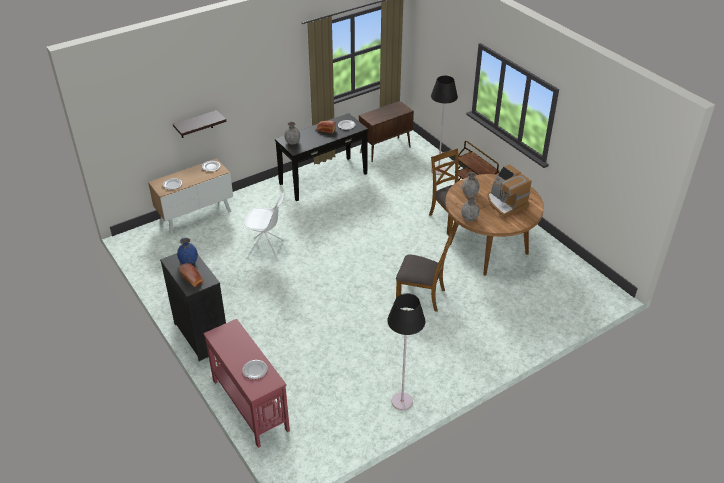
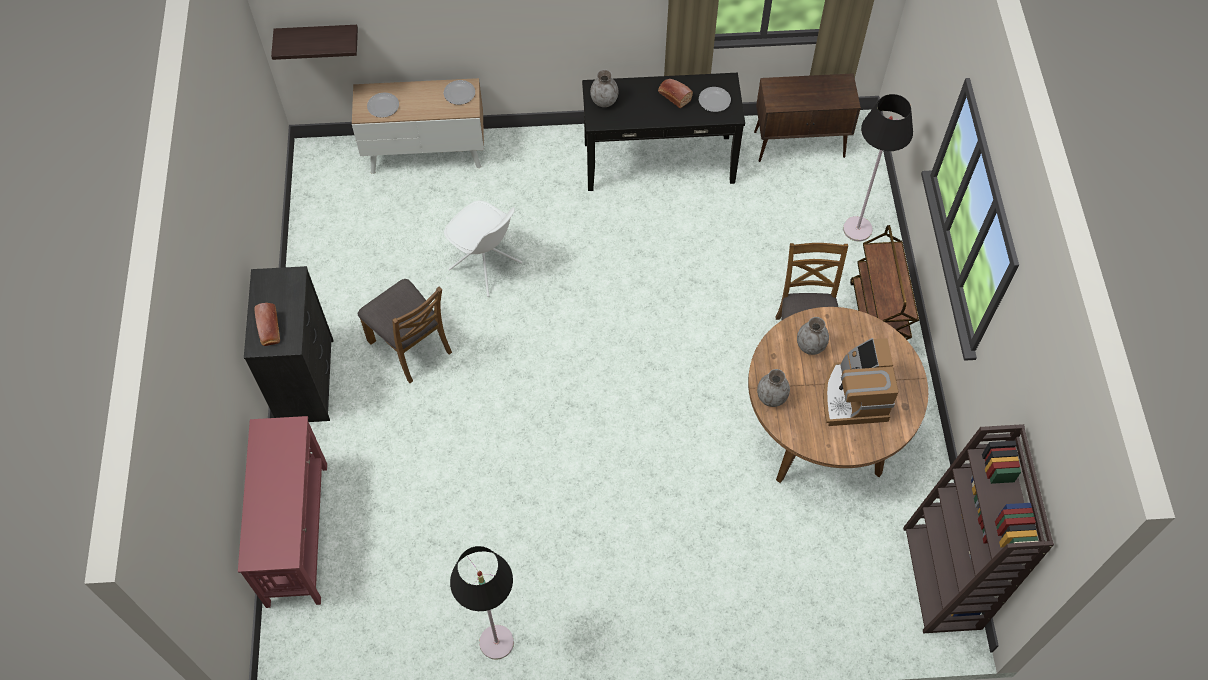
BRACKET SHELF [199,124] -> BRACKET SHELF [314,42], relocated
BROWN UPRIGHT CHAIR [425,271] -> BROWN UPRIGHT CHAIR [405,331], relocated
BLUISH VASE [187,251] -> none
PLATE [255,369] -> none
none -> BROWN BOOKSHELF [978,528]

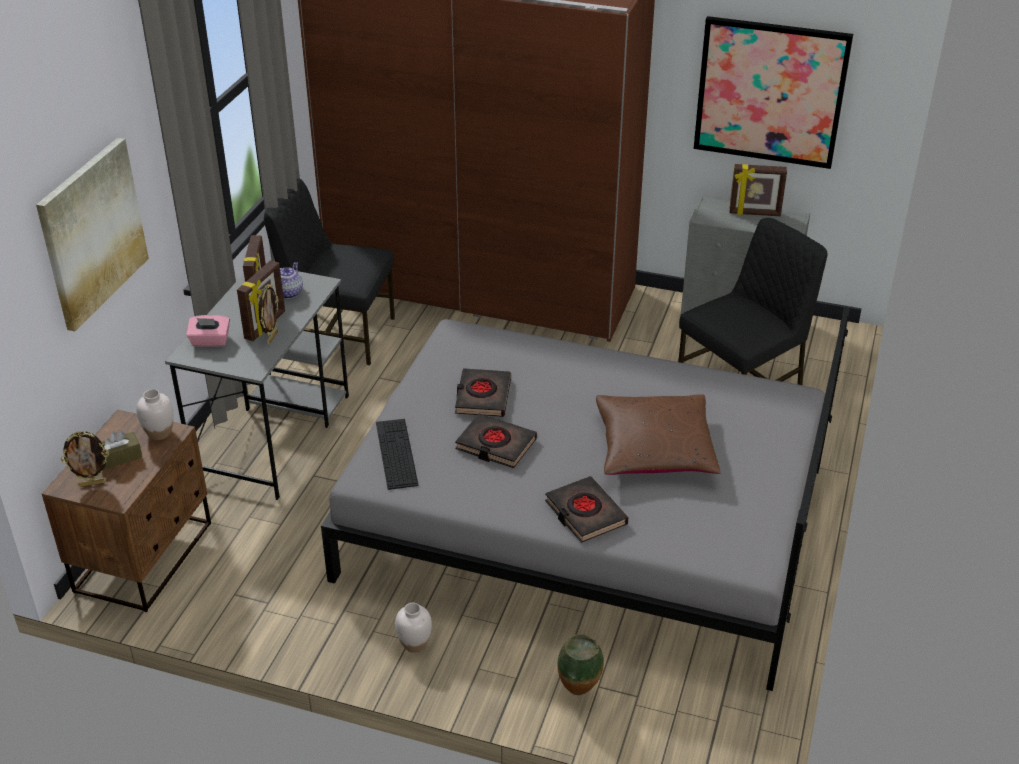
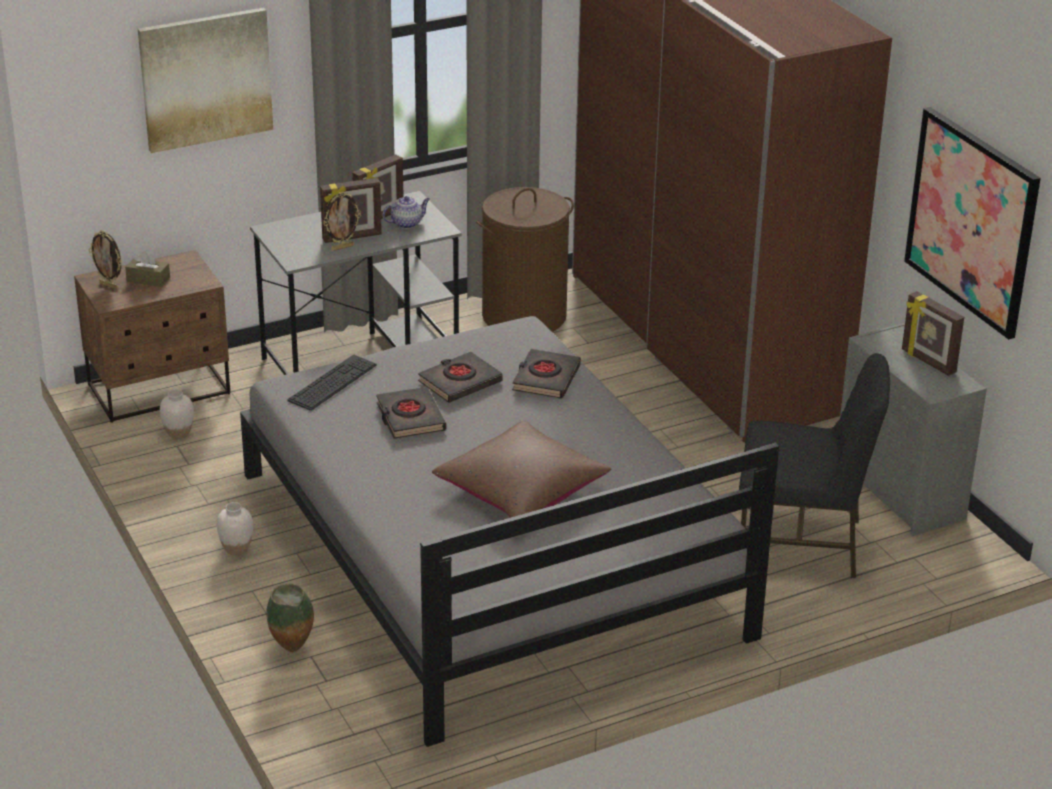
BLACKISH UPRIGHT CHAIR [329,271] -> BROWN LAUNDRY BASKET [525,259]
PINK TISSUE BOX [208,331] -> none
WHITE-COLOURED VASE [155,414] -> WHITE-COLOURED VASE [177,414], relocated
BLACKISH BOUND BOOK [586,509] -> BLACKISH BOUND BOOK [546,374], relocated

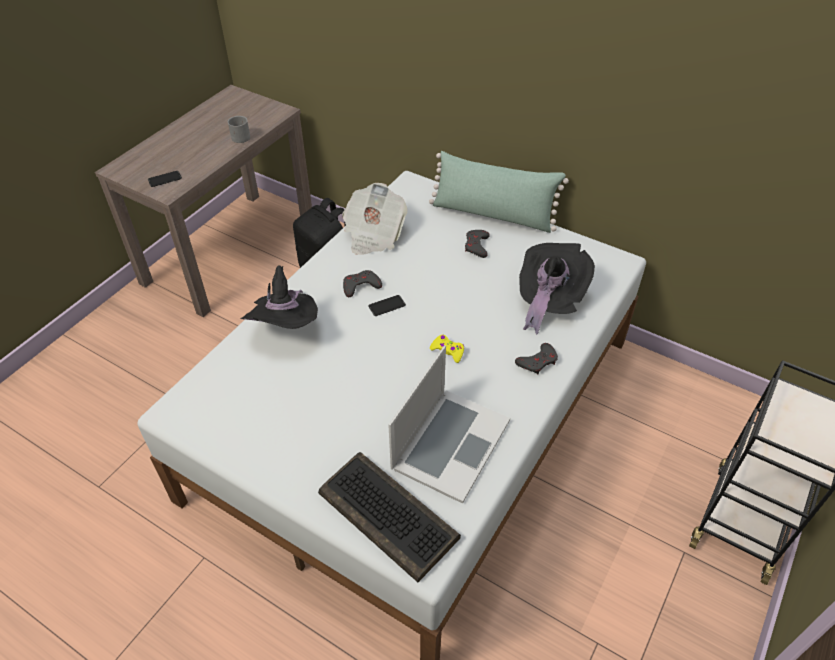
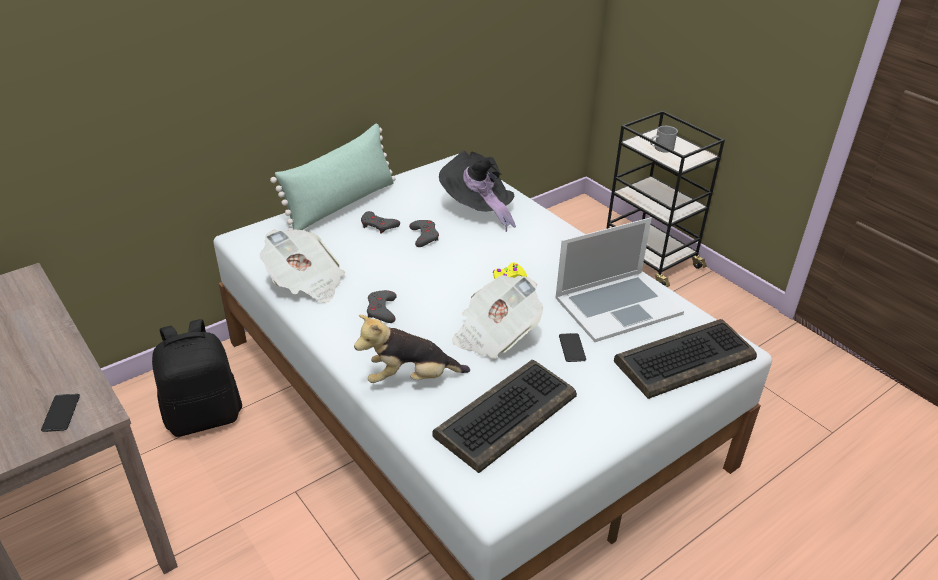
GRAY TEA MUG [239,129] -> GRAY TEA MUG [664,139], relocated
BLACKISH HAT [279,297] -> SOFT TOY [412,349]
HANDSET [387,305] -> HANDSET [572,347], relocated
GRAY GAMEPAD [536,359] -> GRAY GAMEPAD [424,233], relocated
NOTEBOOK COMPUTER [449,424] -> NOTEBOOK COMPUTER [620,279], 105 degrees clockwise
none -> DAILY PAPER [497,317]
none -> PC KEYBOARD [504,416]

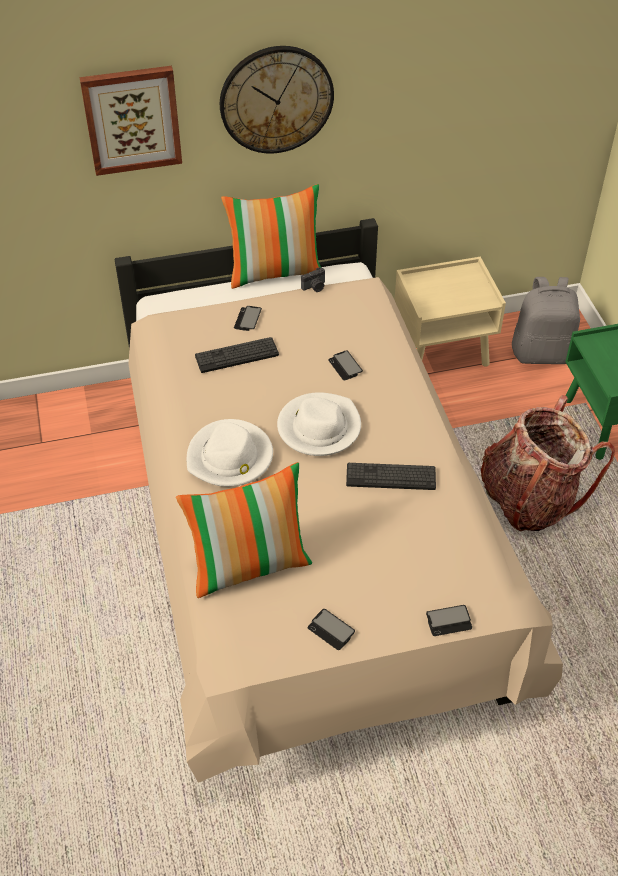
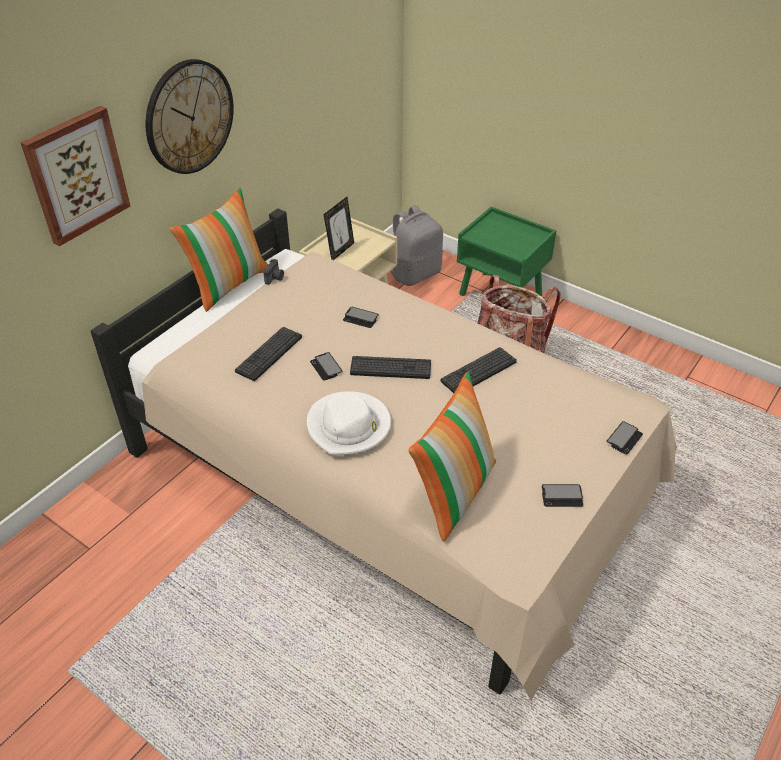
HANDSET [248,318] -> HANDSET [326,366], relocated
WHITE-COLOURED HAT [319,424] -> PC KEYBOARD [390,367]
none -> PHOTO FRAME [339,228]

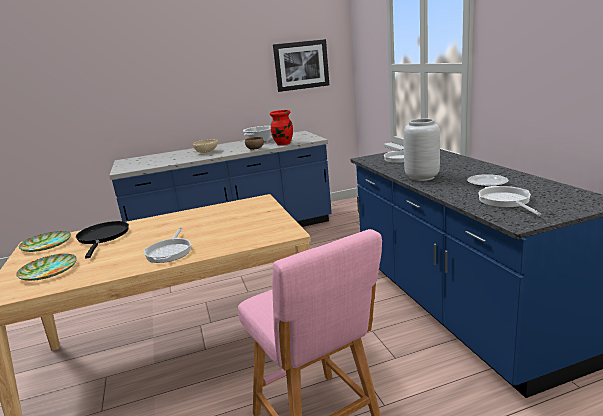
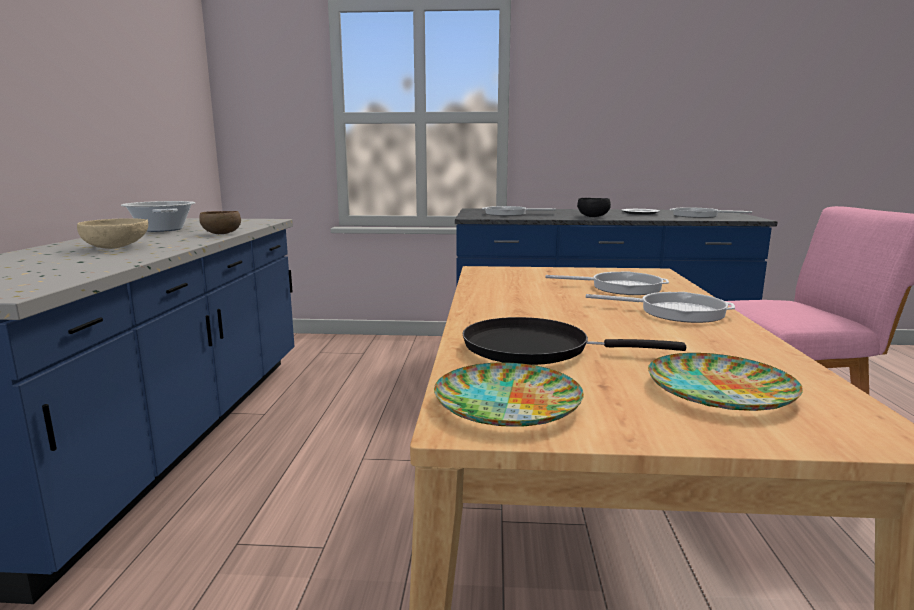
PICTURE [301,65] -> none
REDDISH VASE [281,127] -> none
GRAY VASE [422,150] -> BLACKISH SERVING BOWL [594,207]
none -> PAN [607,283]

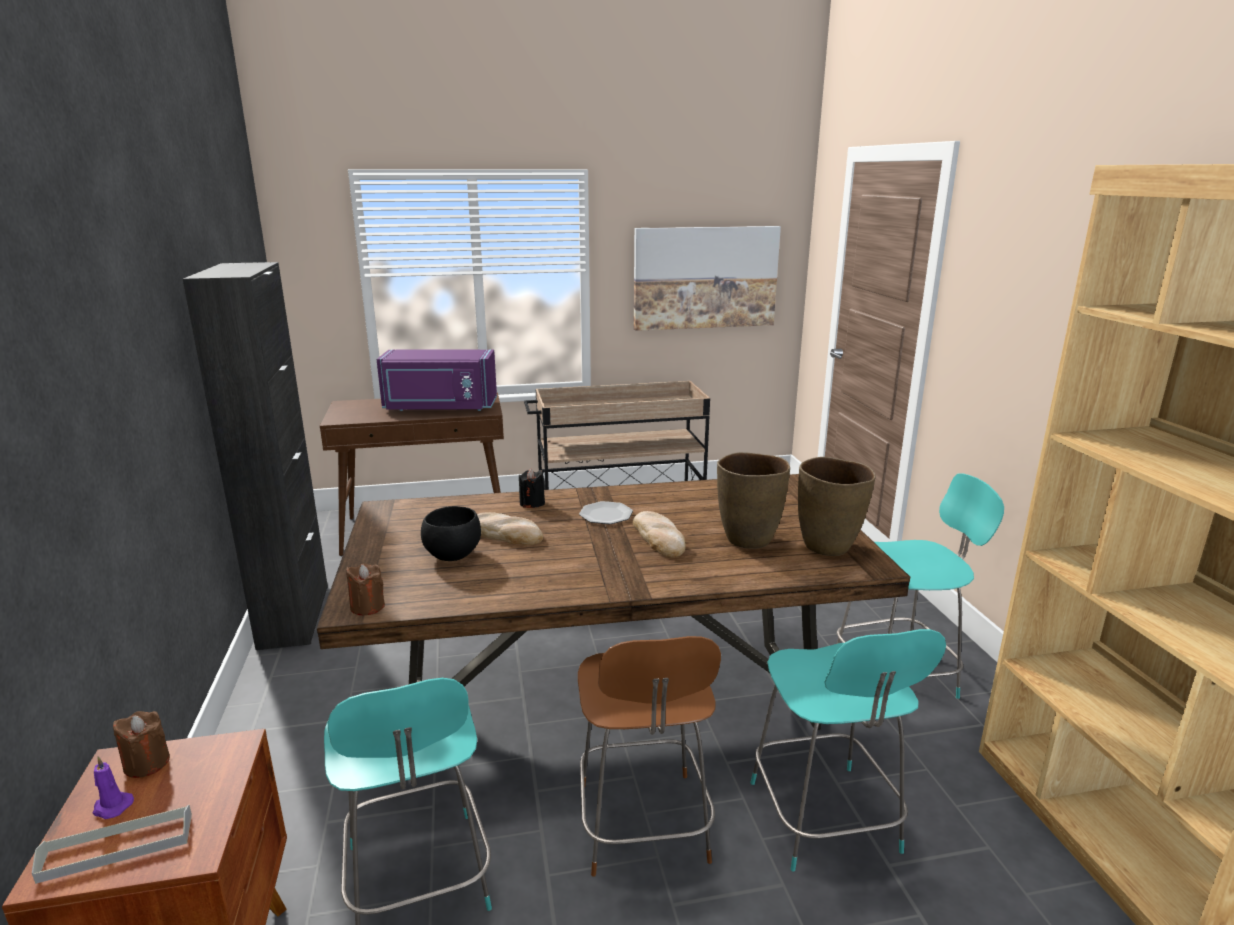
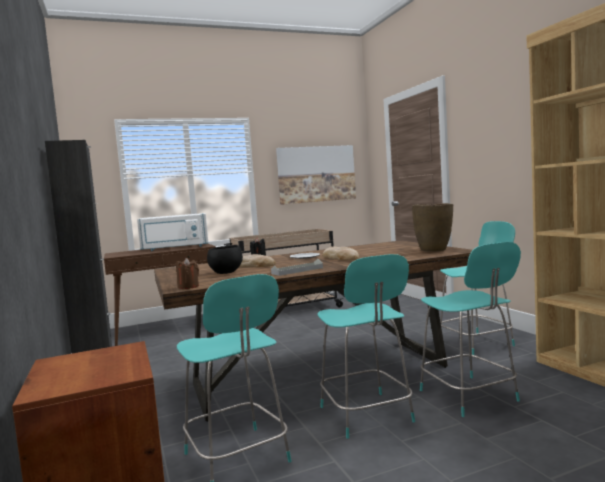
PURPLE MICROWAVE OVEN [436,380] -> WHITE-COLOURED MICROWAVE OVEN [172,232]
BROWN VASE [753,500] -> none
BROWN UPRIGHT CHAIR [649,756] -> BLUE-GREEN UPRIGHT CHAIR [366,346]
BROWN WAX CANDLE [141,744] -> none
PURPLE WAX CANDLE [113,787] -> none
GRAY CARRYING TRAY [112,844] -> GRAY CARRYING TRAY [297,267], relocated

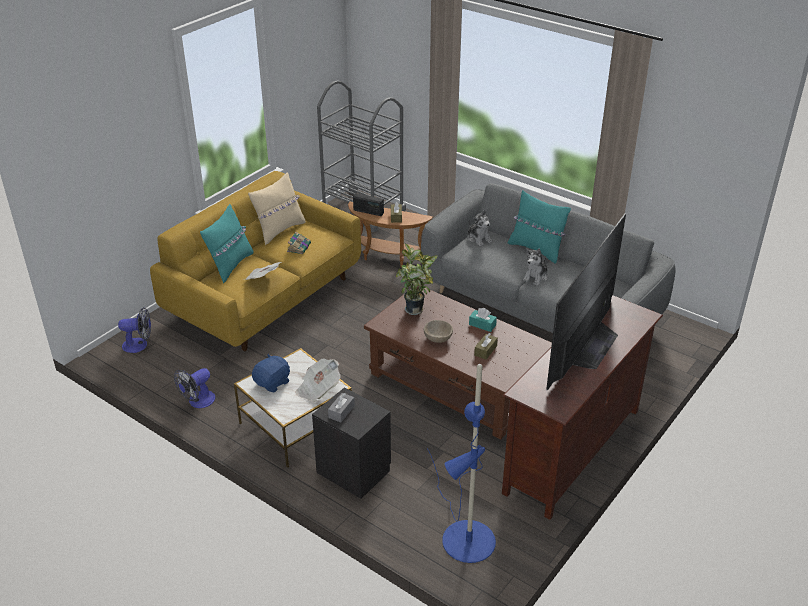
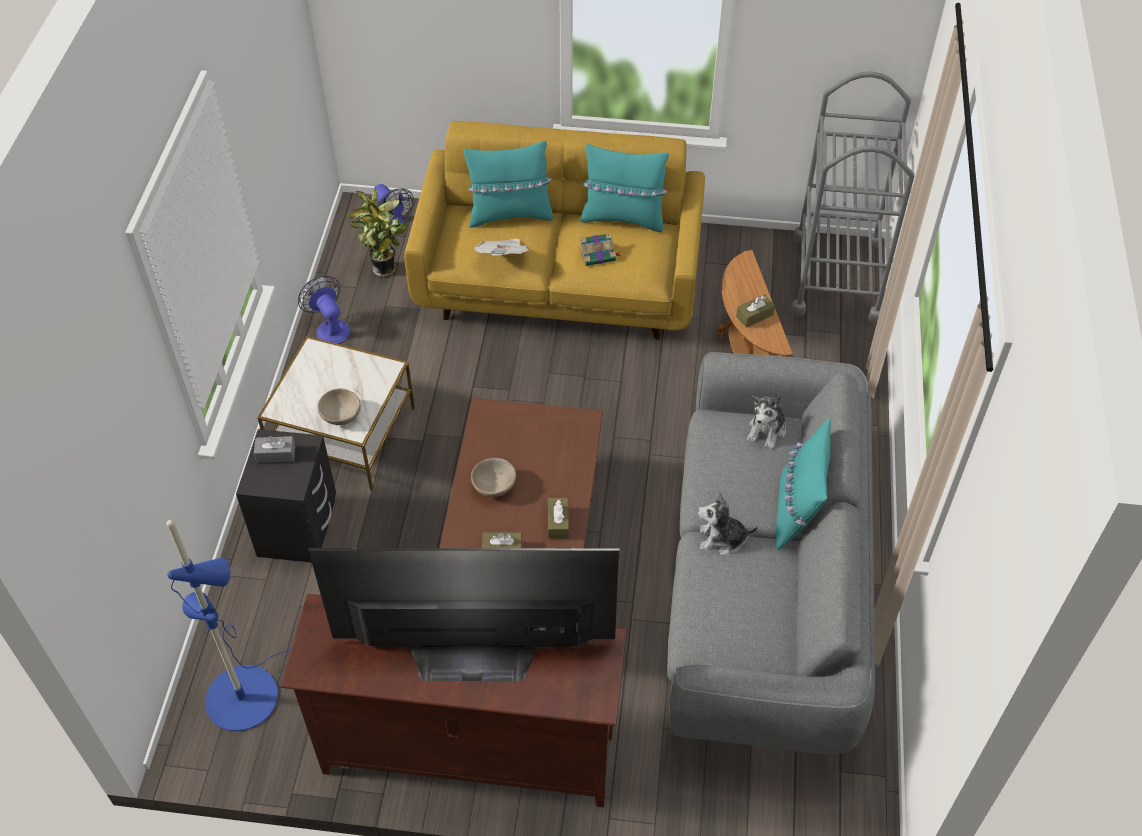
BEIGE-COLOURED CUSHION [276,209] -> BLUE-GREEN CUSHION [624,187]
RADIO [368,204] -> none
HOUSEPLANT [416,279] -> HOUSEPLANT [378,232], relocated
BLUE-GREEN TISSUE BOX [483,320] -> BROWN TISSUE BOX [558,518]
BLUISH SOFT TOY [271,373] -> none
DAILY PAPER [318,380] -> BEIGE-COLOURED SERVING BOWL [339,406]
ELECTRIC FAN [195,388] -> ELECTRIC FAN [324,310], 45 degrees clockwise

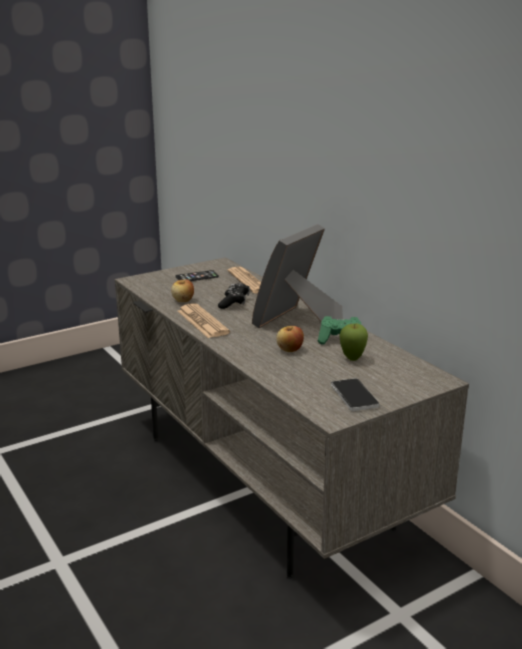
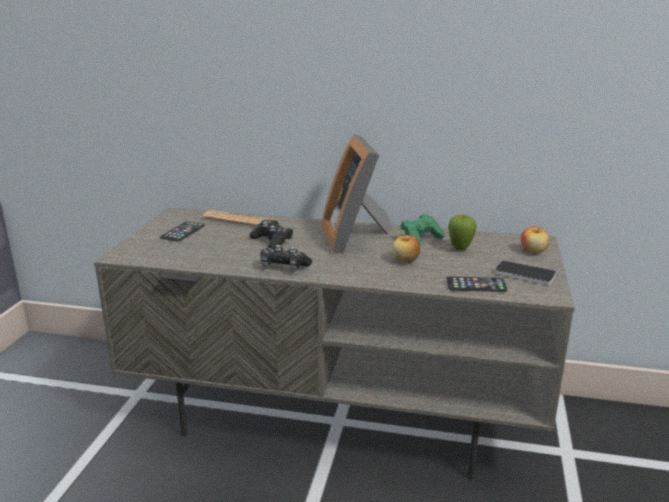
APPLE FRUIT [182,290] -> APPLE FRUIT [535,239], relocated
DAILY PAPER [204,320] -> BLACKISH GAMEPAD [286,258]
none -> HANDSET [476,284]

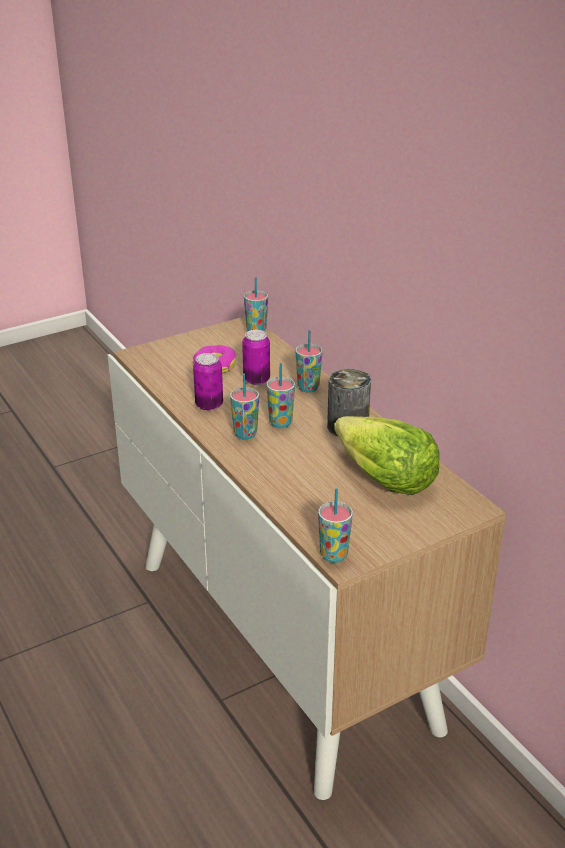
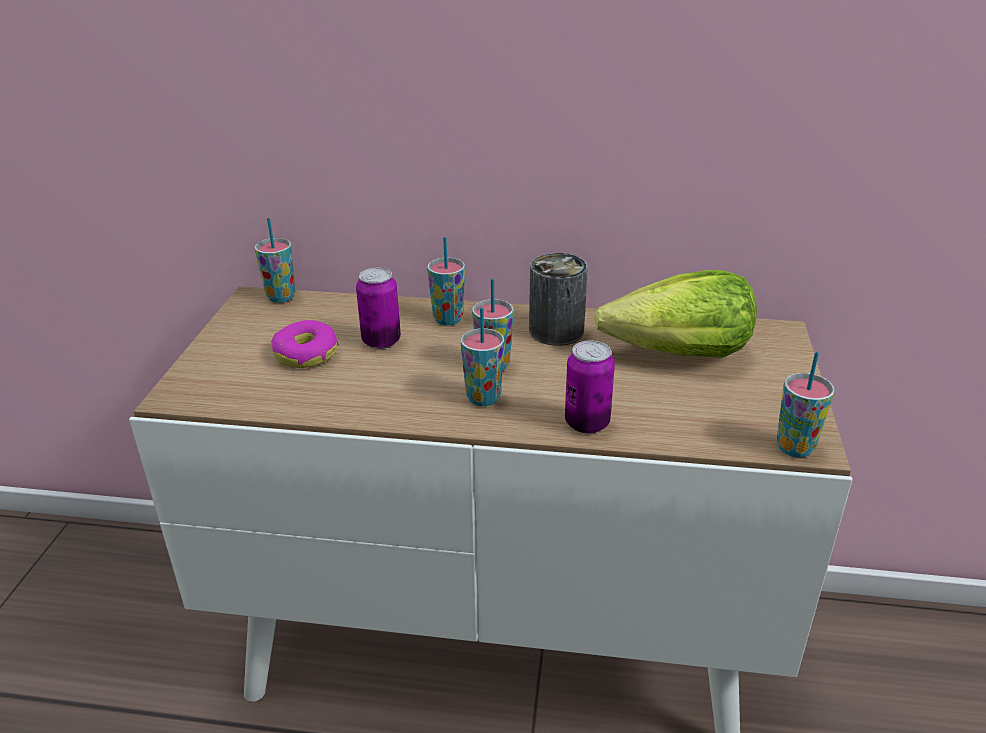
CAN [208,382] -> CAN [590,387], relocated

